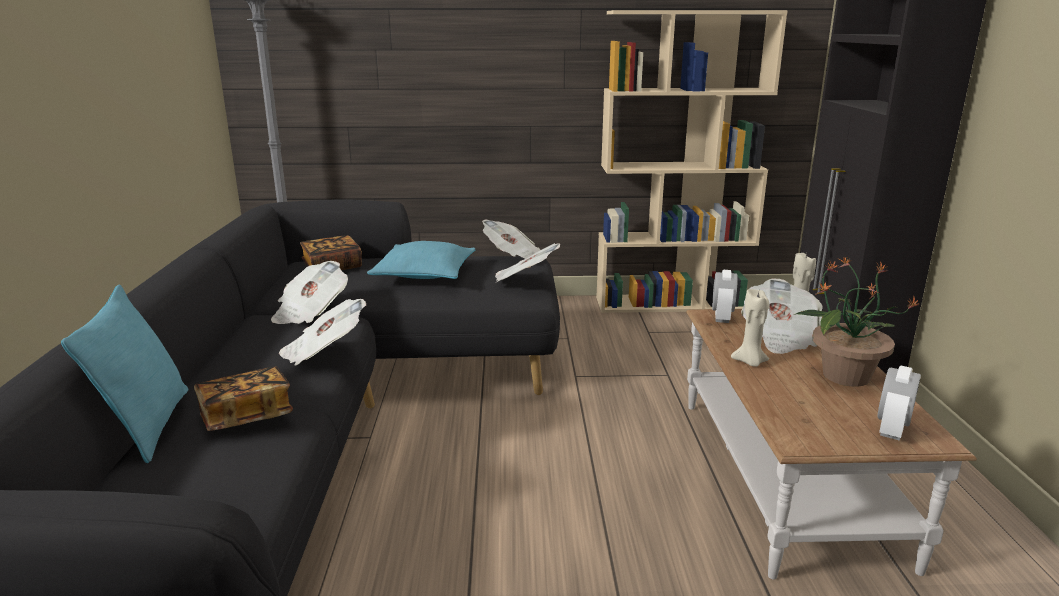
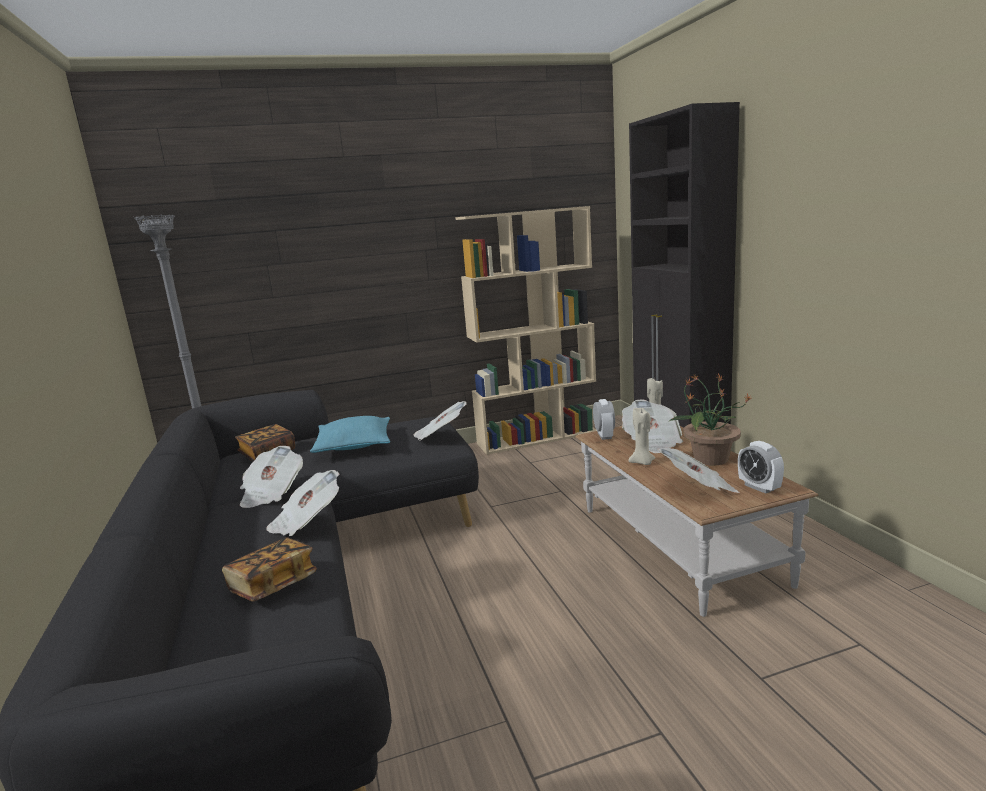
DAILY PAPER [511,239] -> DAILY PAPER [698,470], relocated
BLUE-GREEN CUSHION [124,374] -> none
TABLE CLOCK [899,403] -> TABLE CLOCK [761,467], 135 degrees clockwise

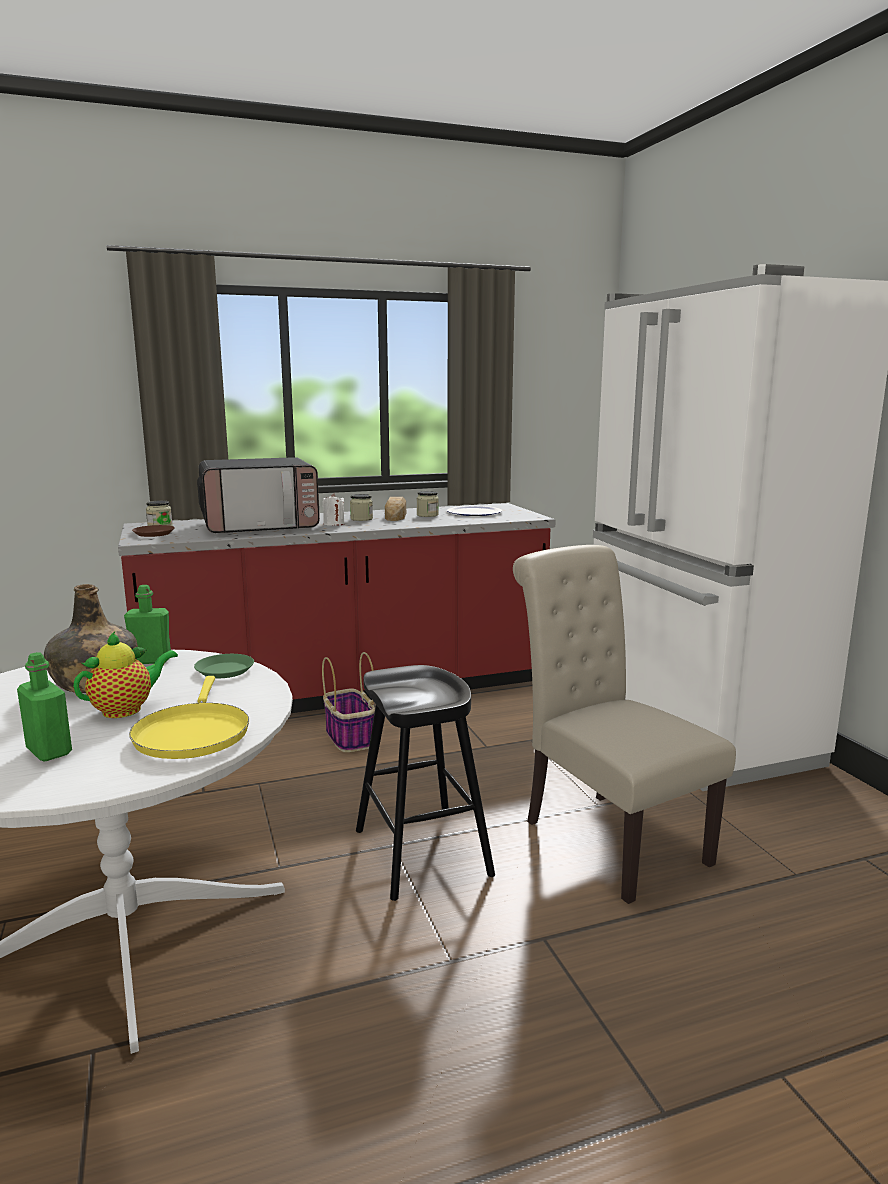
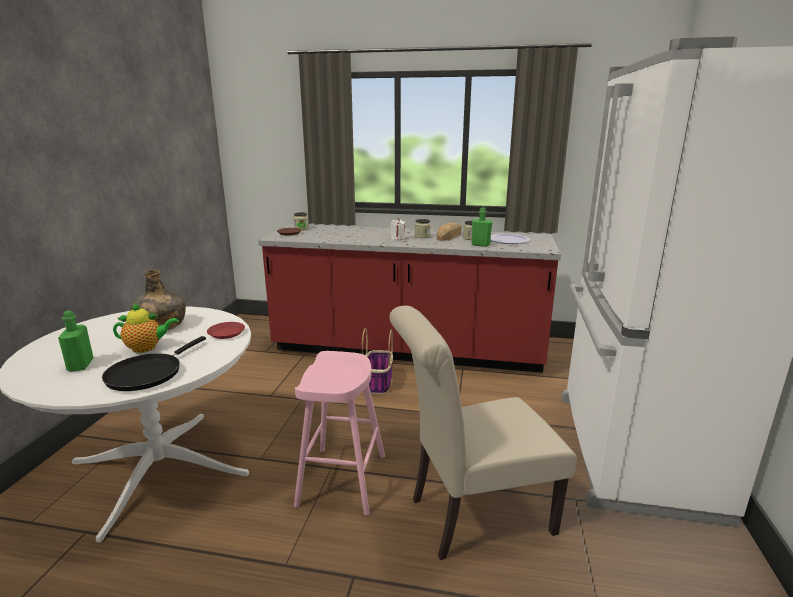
MICROWAVE OVEN [258,495] -> none
BEIGE-COLOURED UPRIGHT CHAIR [624,724] -> BEIGE-COLOURED UPRIGHT CHAIR [483,433], 105 degrees counterclockwise
GREENISH DRINK BOTTLE [147,624] -> GREENISH DRINK BOTTLE [482,227], relocated
GREENISH PLATE [224,666] -> REDDISH PLATE [226,330]
BLACKISH STOOL SEAT [425,783] -> PINK STOOL SEAT [339,433]
YELLOW-COLOURED PAN [189,717] -> BLACKISH PAN [154,363]

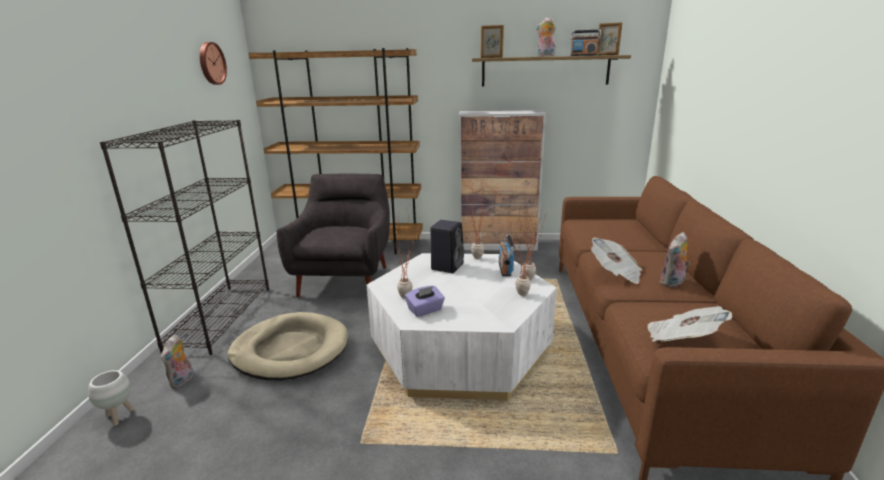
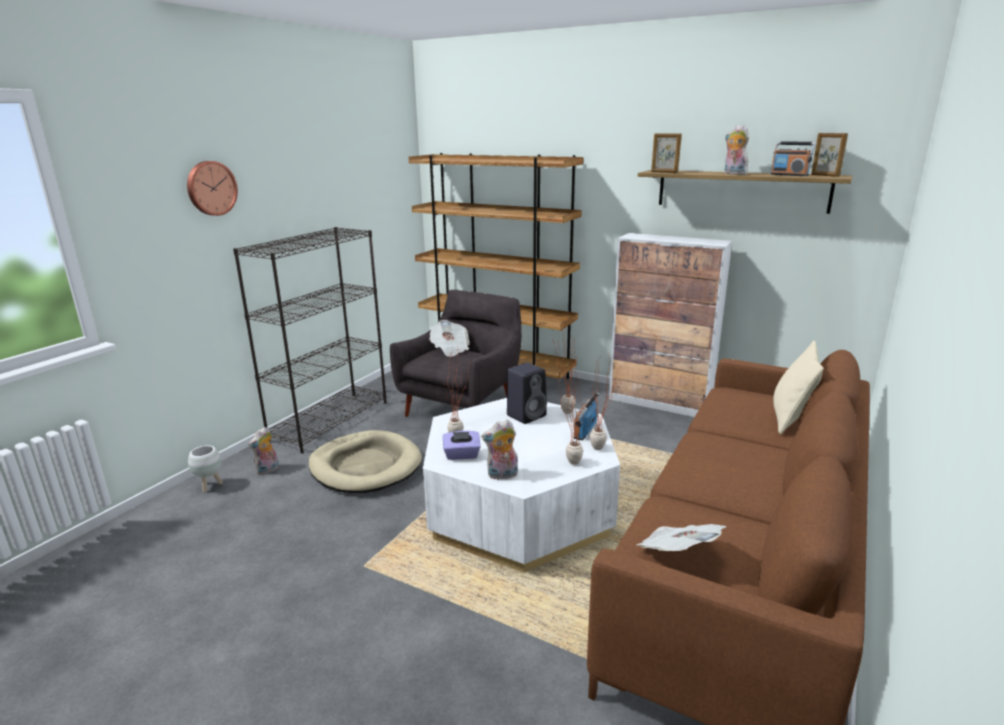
WALL CLOCK [213,63] -> WALL CLOCK [212,188], relocated
SOFT TOY [675,259] -> SOFT TOY [499,450], relocated
DAILY PAPER [616,261] -> DAILY PAPER [449,338], relocated
none -> BEIGE-COLOURED CUSHION [798,387]

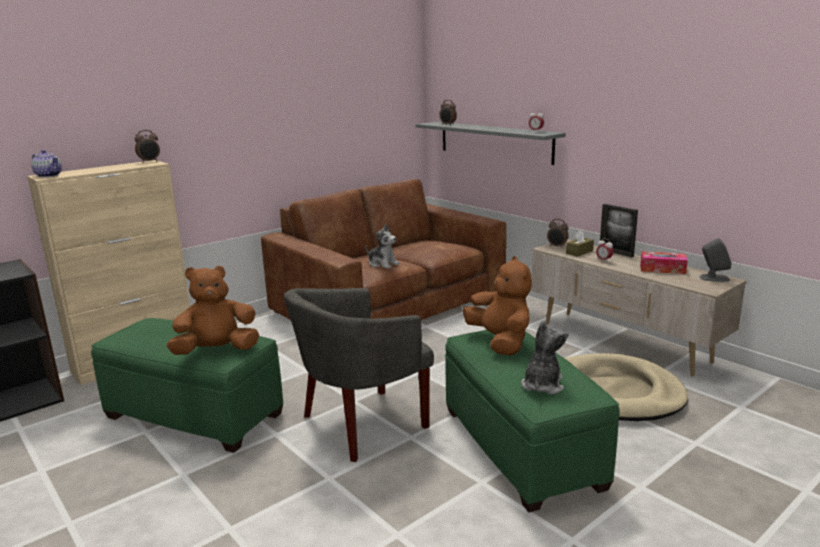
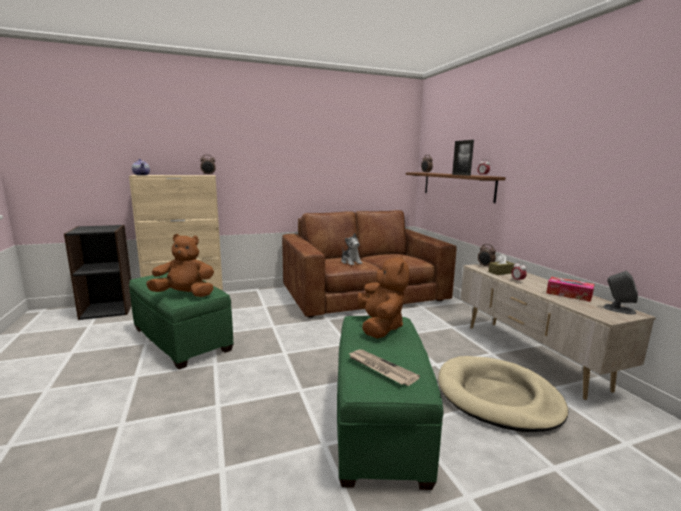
GRAY BRACKET SHELF [491,143] -> BROWN BRACKET SHELF [456,187]
PHOTO FRAME [619,231] -> PHOTO FRAME [463,158], relocated
GRAY EASY CHAIR [359,375] -> none
SOFT TOY [545,358] -> DAILY PAPER [384,367]

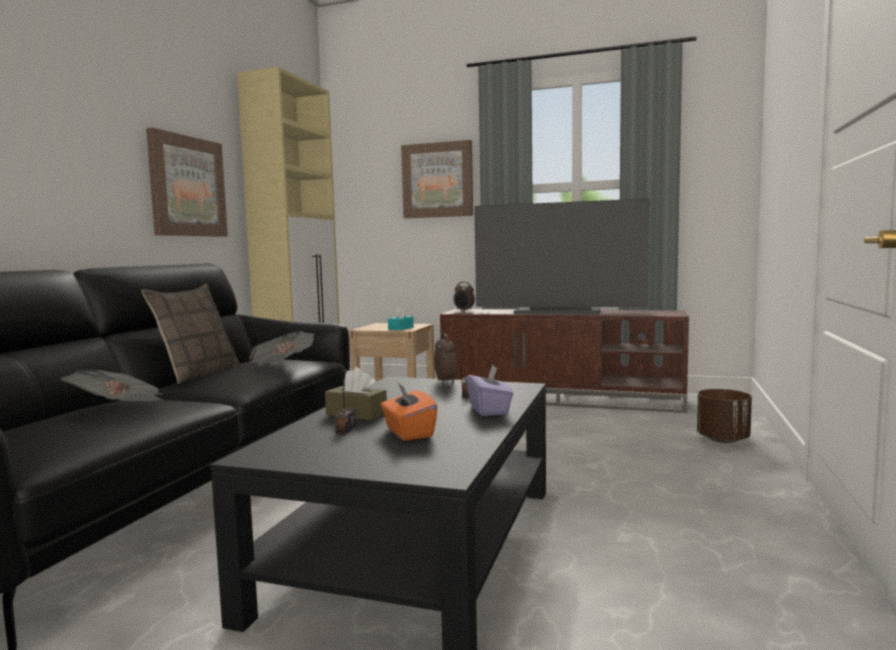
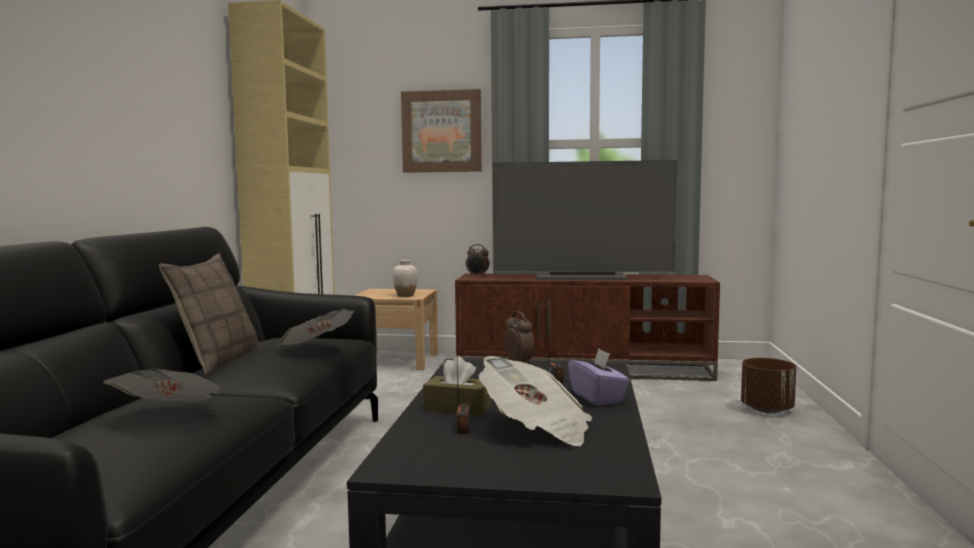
PICTURE [187,182] -> none
BLUE-GREEN TISSUE BOX [401,318] -> WHITE-COLOURED VASE [405,278]
ORANGE TISSUE BOX [409,411] -> DAILY PAPER [535,401]

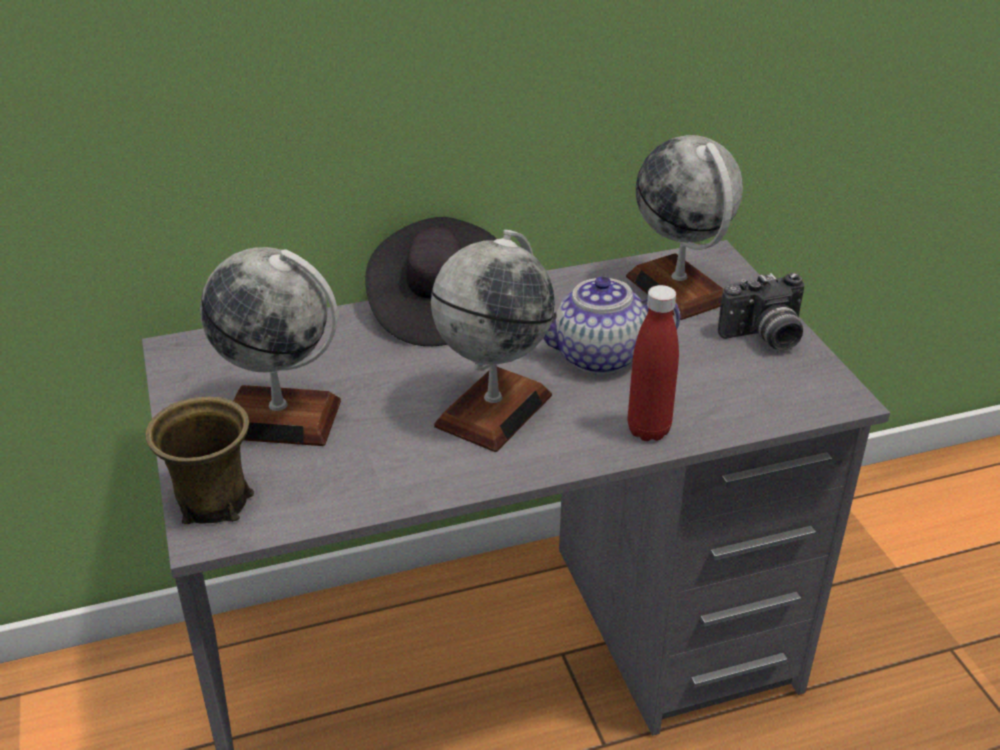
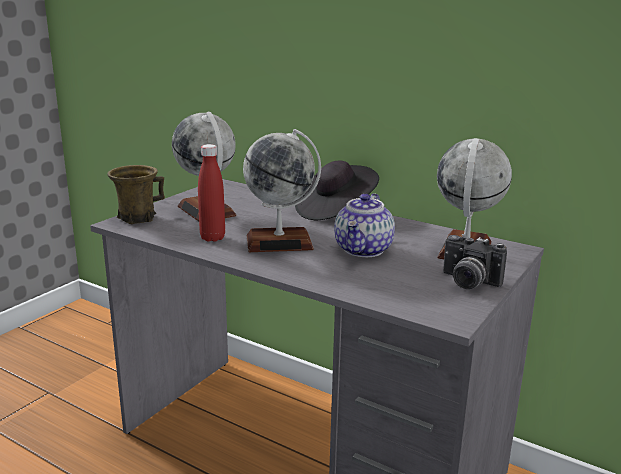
POT FOR TEA [611,325] -> POT FOR TEA [364,225], 120 degrees counterclockwise
REDDISH DRINK BOTTLE [653,363] -> REDDISH DRINK BOTTLE [211,193], relocated

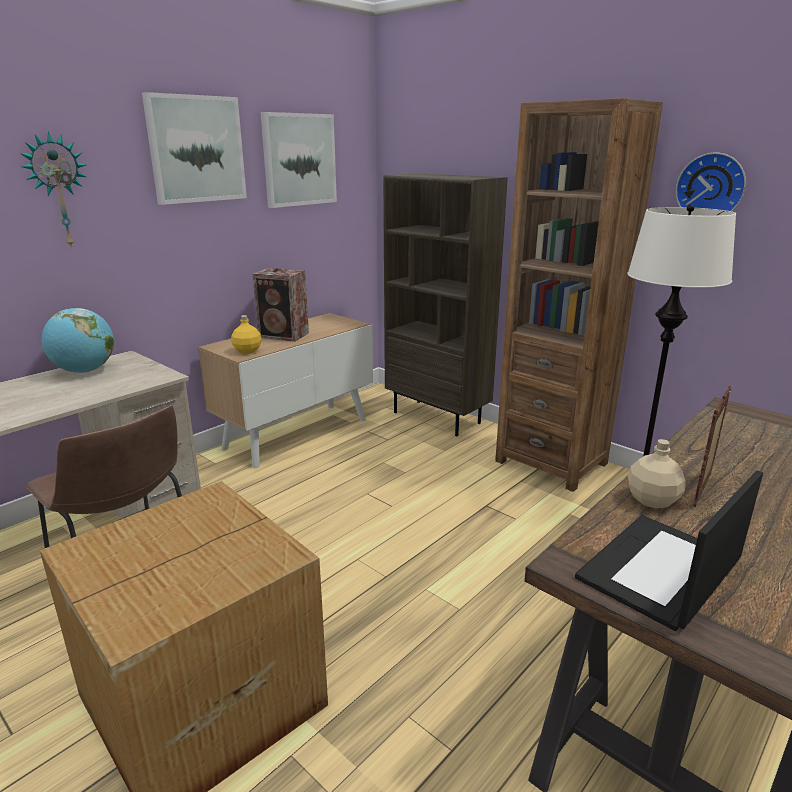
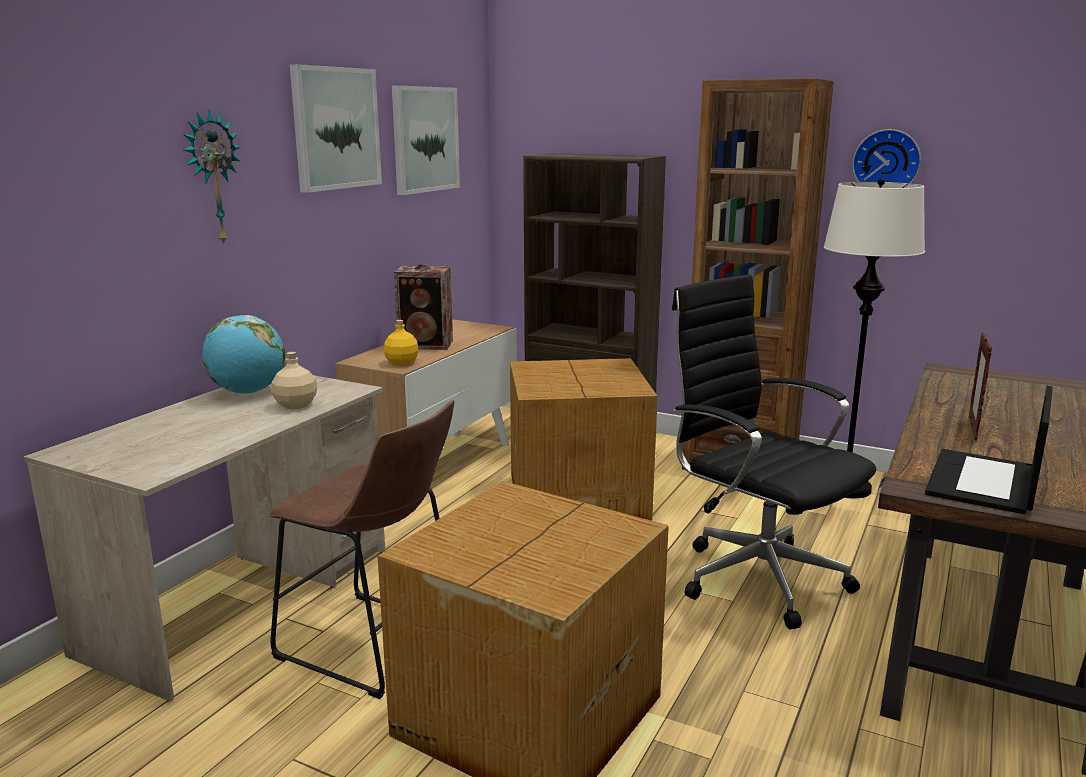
BEIGE-COLOURED DRINK BOTTLE [657,473] -> BEIGE-COLOURED DRINK BOTTLE [294,380], relocated
none -> BLACKISH COMPUTER CHAIR [774,451]
none -> CARDBOARD BOX [584,439]

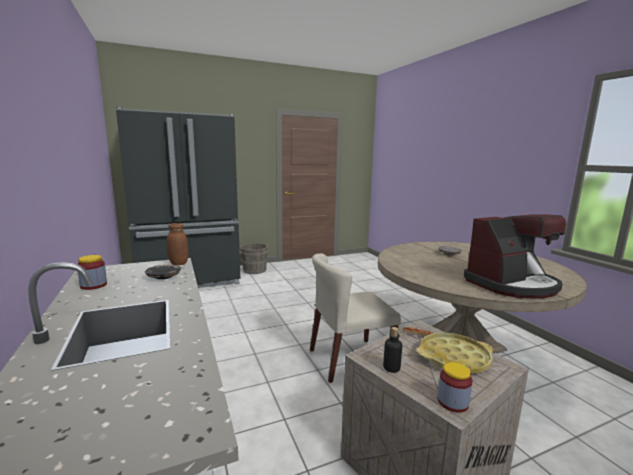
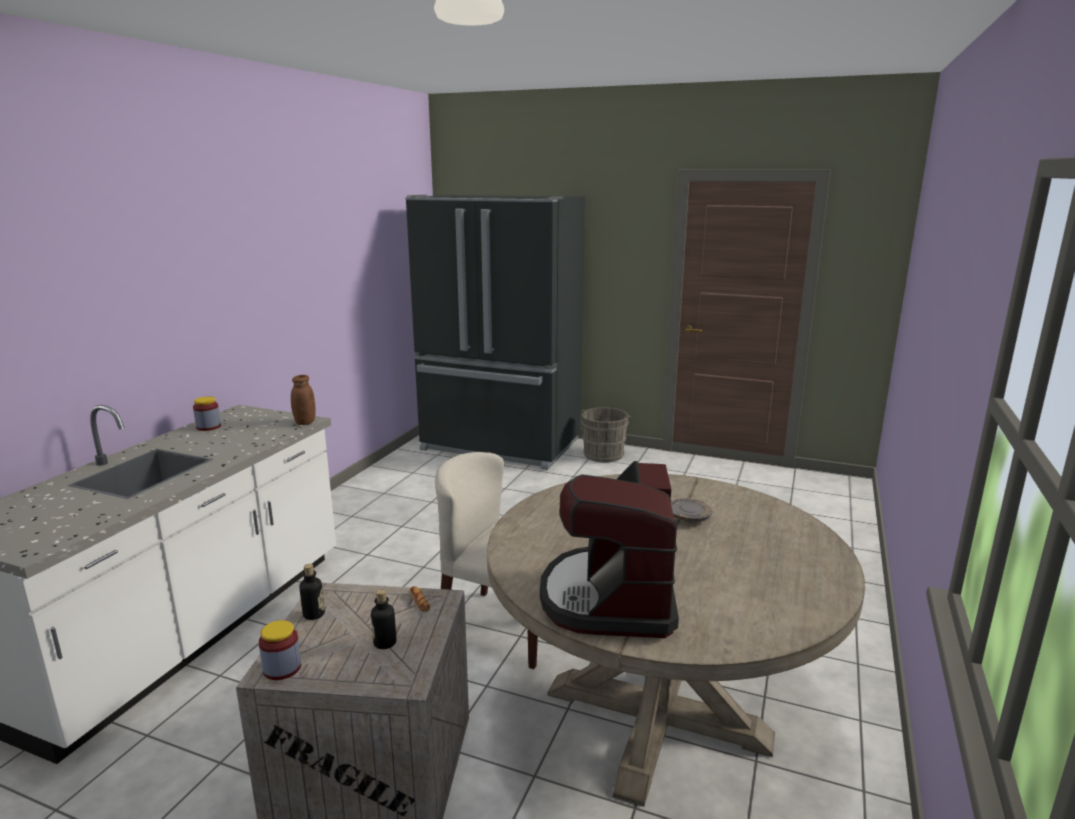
COFFEE MACHINE [515,256] -> COFFEE MACHINE [609,549], 75 degrees clockwise
BLACKISH PLATE [163,272] -> none
YELLOW-COLOURED CARRYING TRAY [455,353] -> DRINK BOTTLE [383,619]

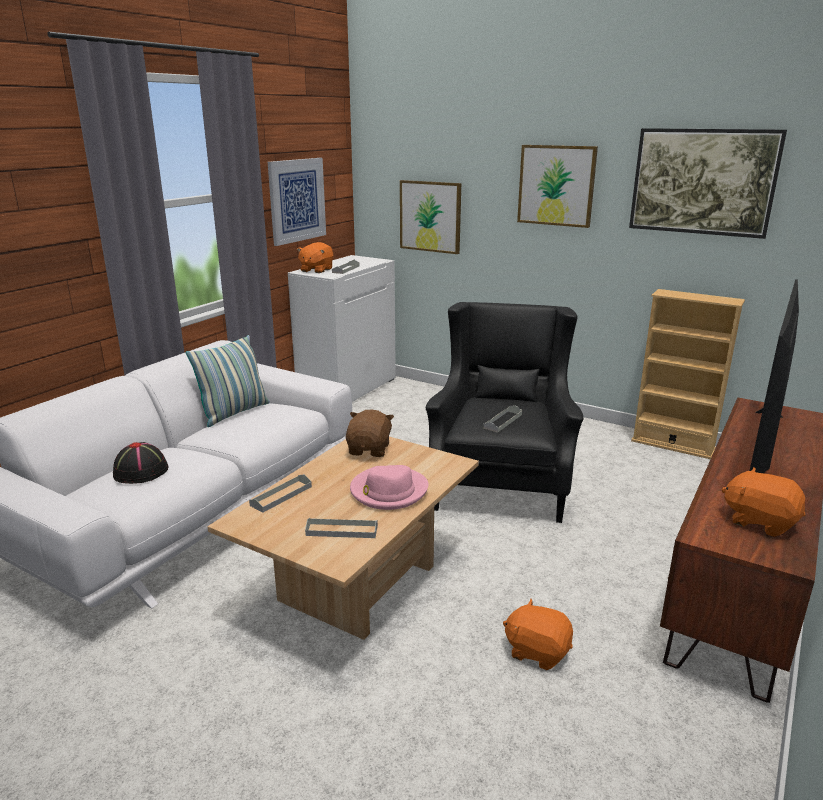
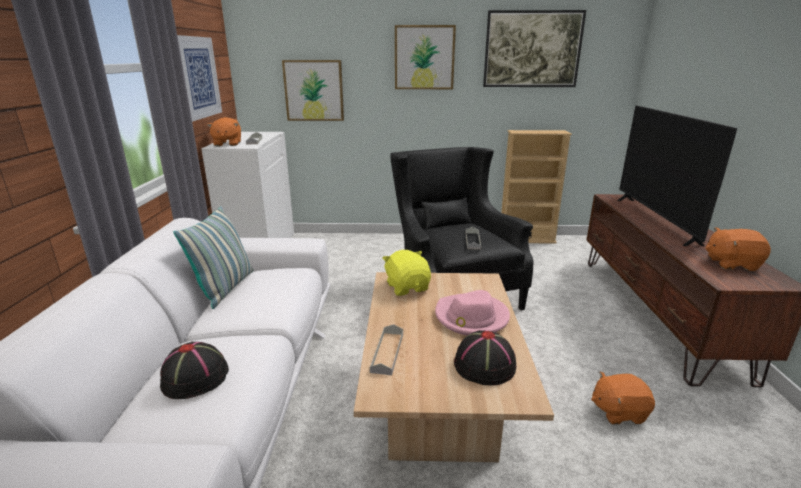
BROWN SOFT TOY [370,433] -> YELLOW-COLOURED SOFT TOY [406,273]
GRAY CARRYING TRAY [341,528] -> BLACKISH HAT [485,358]

